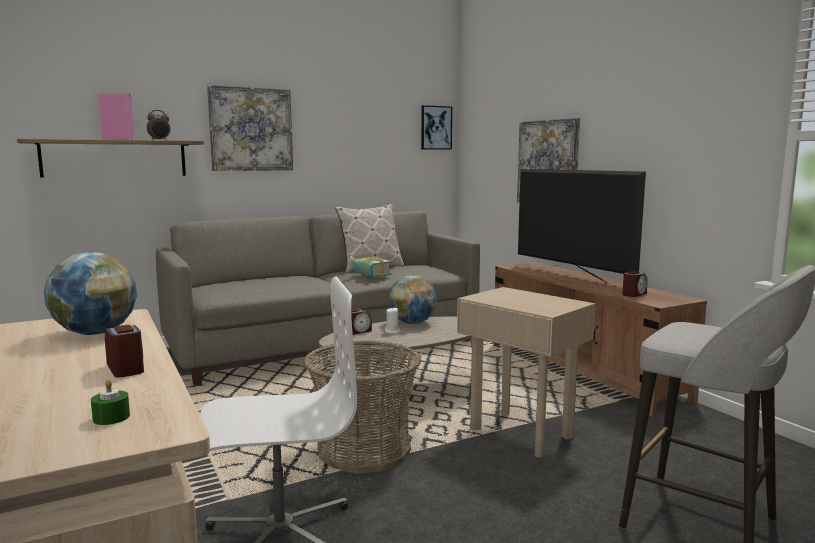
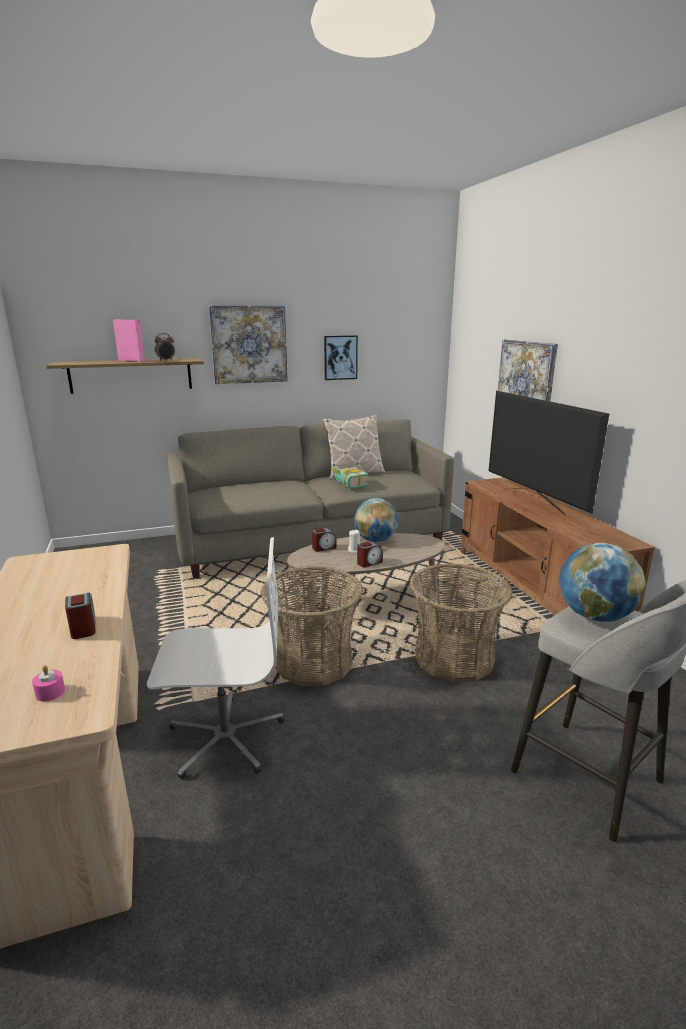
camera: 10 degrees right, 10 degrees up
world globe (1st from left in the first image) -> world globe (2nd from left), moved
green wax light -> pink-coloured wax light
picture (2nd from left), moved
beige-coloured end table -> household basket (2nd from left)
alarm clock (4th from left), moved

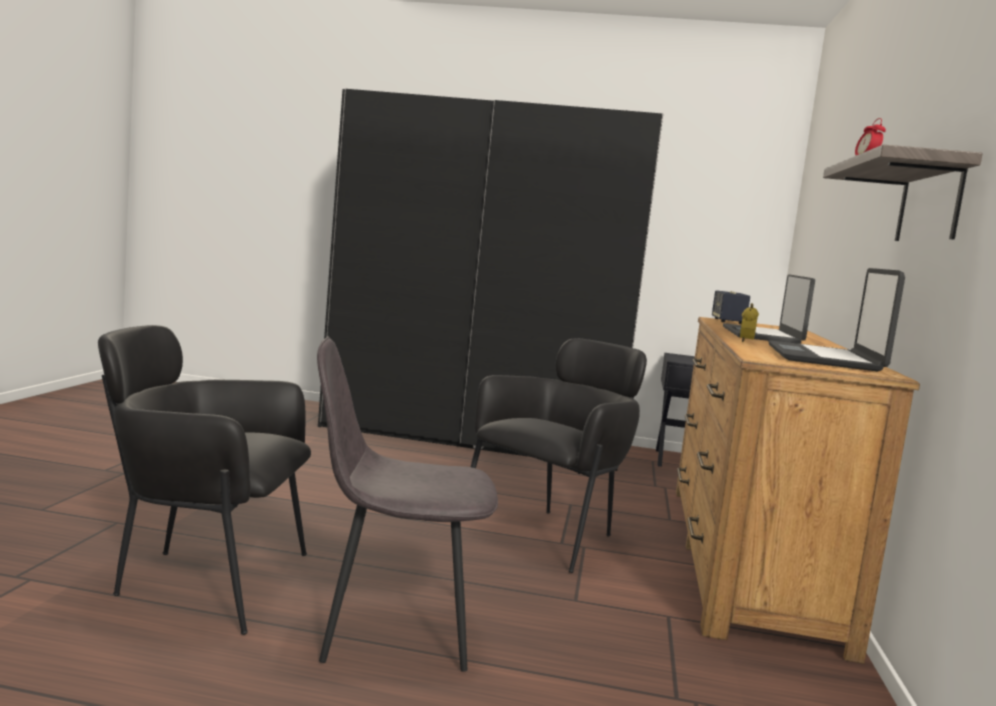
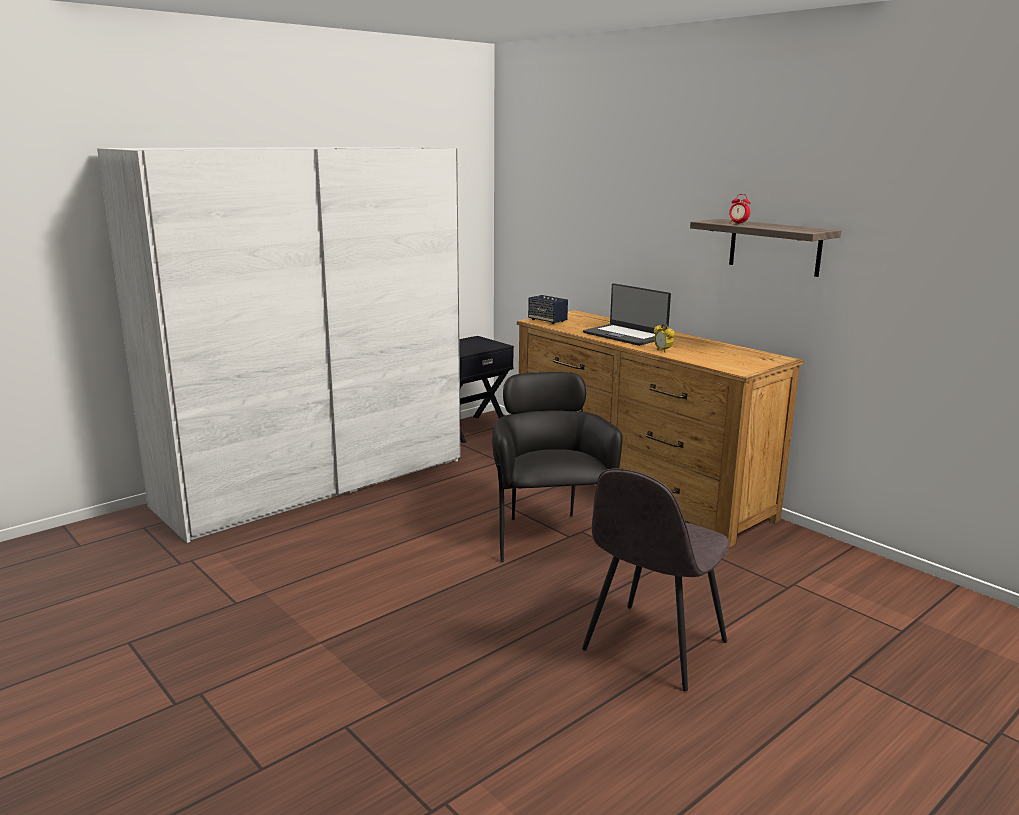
camera: 50 degrees left, 10 degrees up
black-coloured easy chair (1st from left) -> none
black-coloured wardrobe -> whitish wardrobe
portable computer (2nd from left) -> none

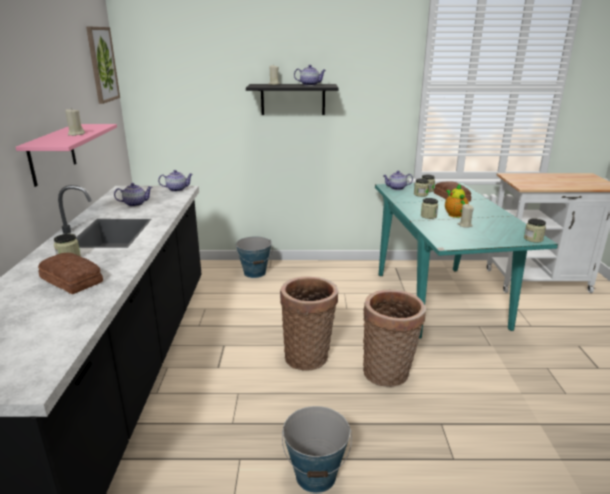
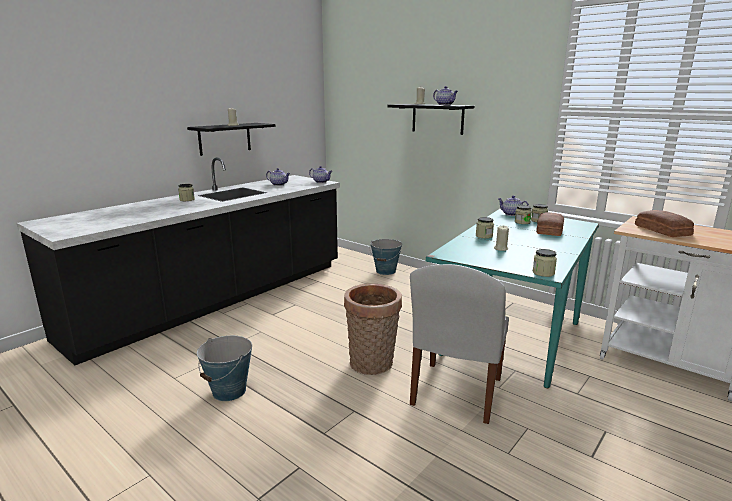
camera: 40 degrees right, 5 degrees down
pink-coloured wall shelf -> black-coloured wall shelf (1st from left)
bread (1st from left in the first image) -> bread (2nd from left), moved
picture -> none
household basket (1st from left) -> none
tea pot (5th from left) -> none
none -> whitish chair

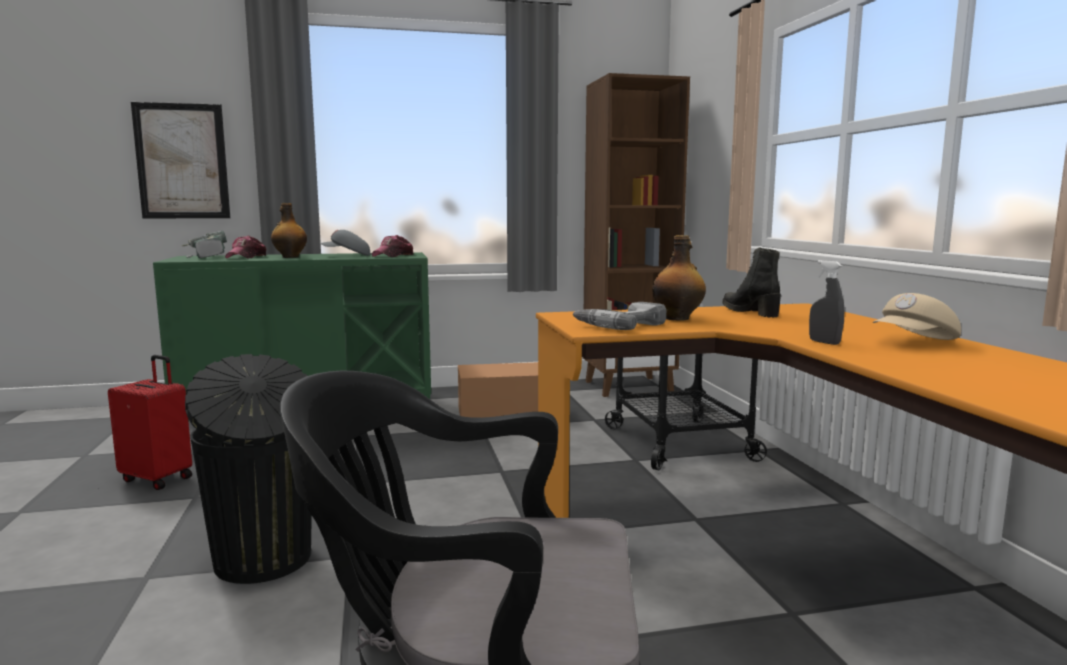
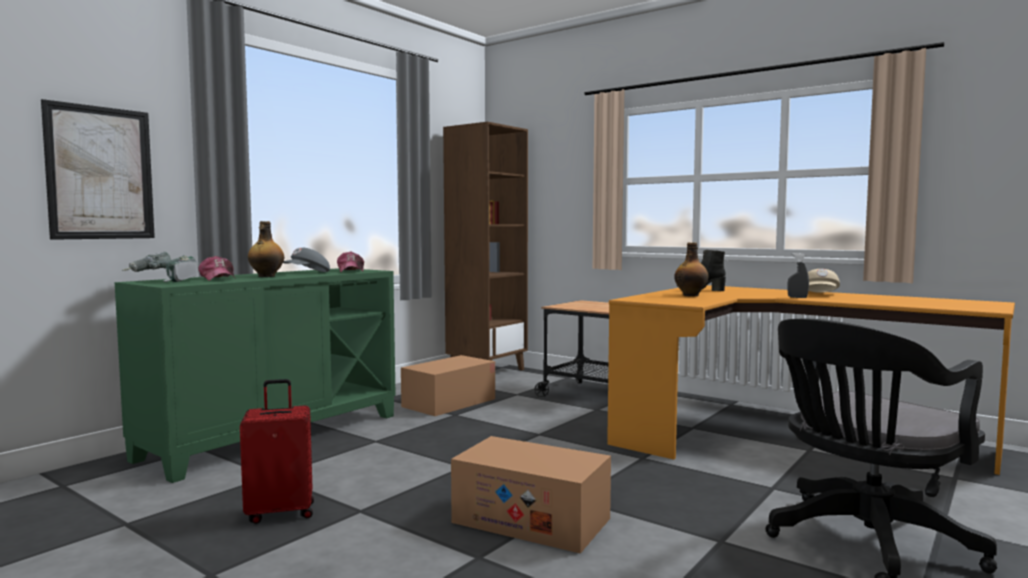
camera: 40 degrees left, 5 degrees down
black-coloured trash can -> carton (2nd from left)
electric drill (2nd from left) -> none

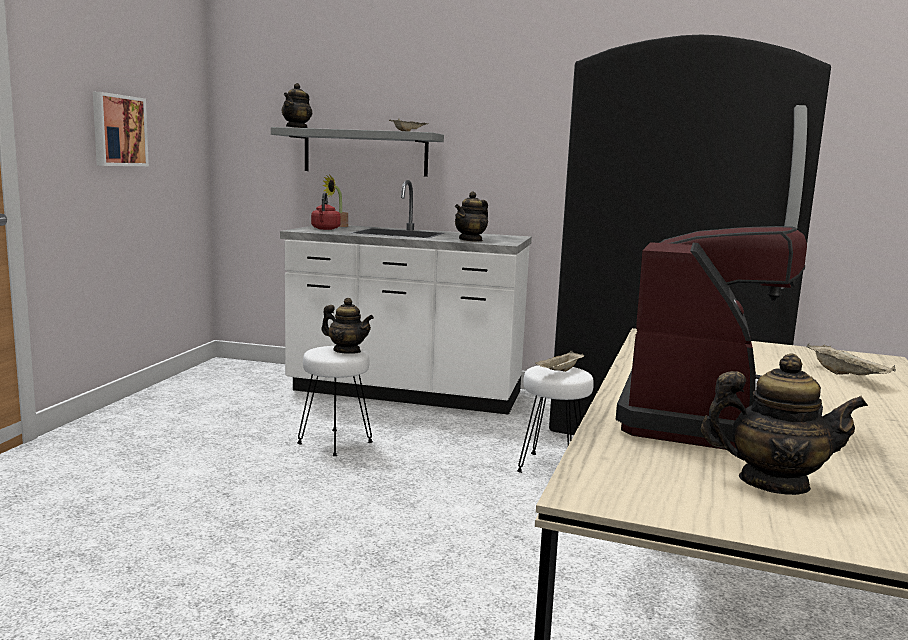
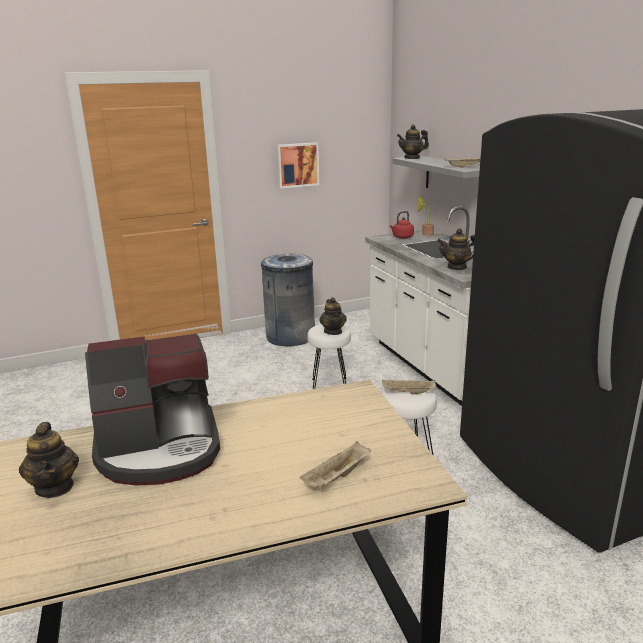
camera: 55 degrees right, 10 degrees up
none -> greyish trash can

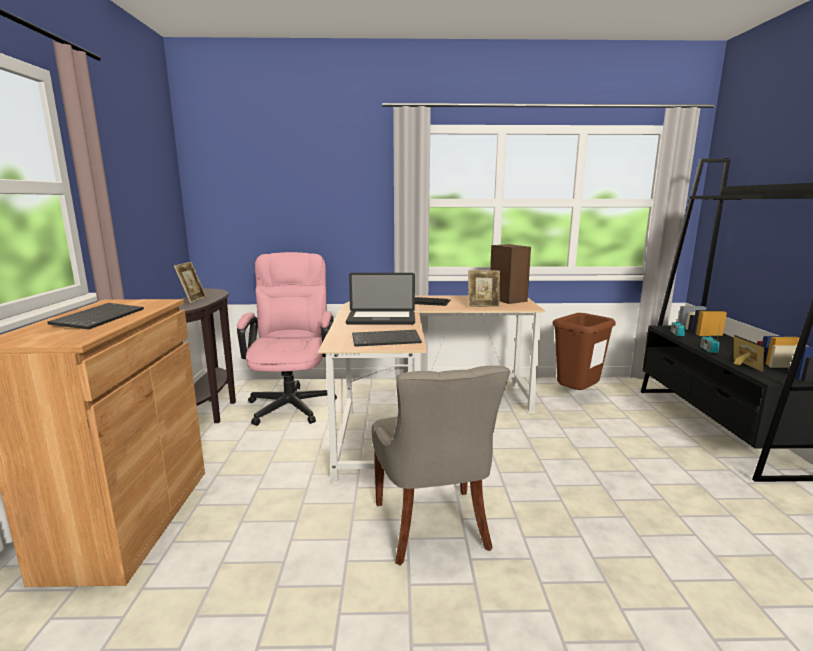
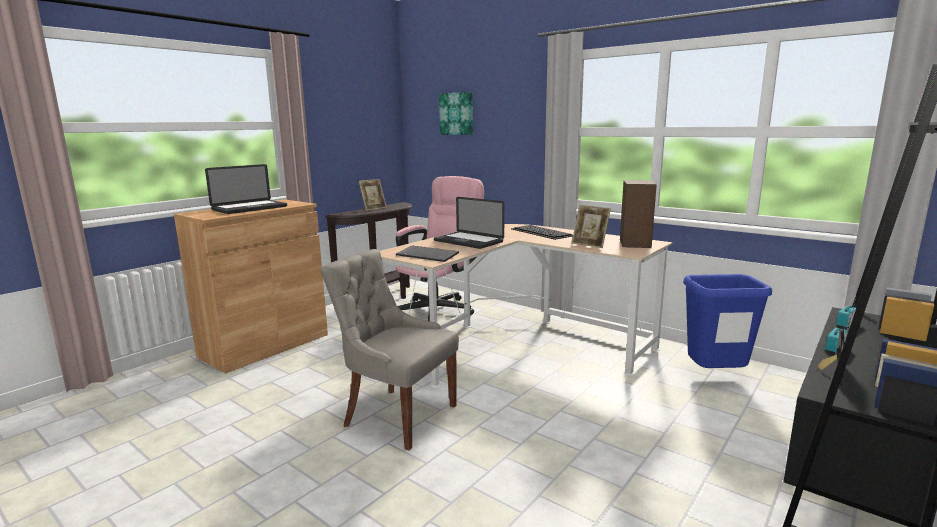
camera: 40 degrees right, 0 degrees up
PC keyboard (1st from left) -> portable computer (1st from left)
greyish chair, 90 degrees clockwise
brown trash can -> blue trash can
none -> picture

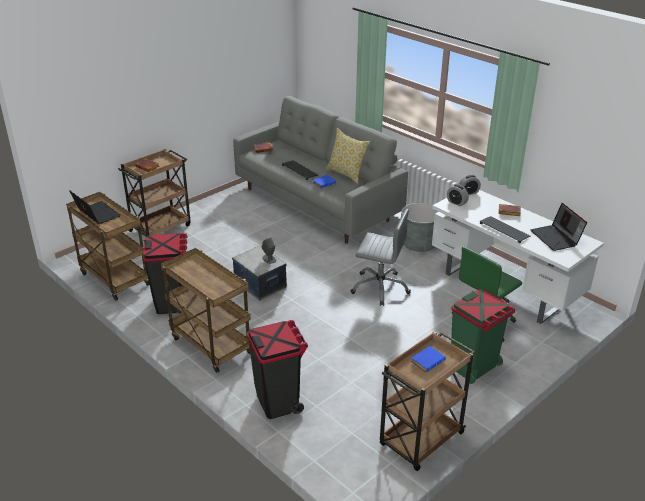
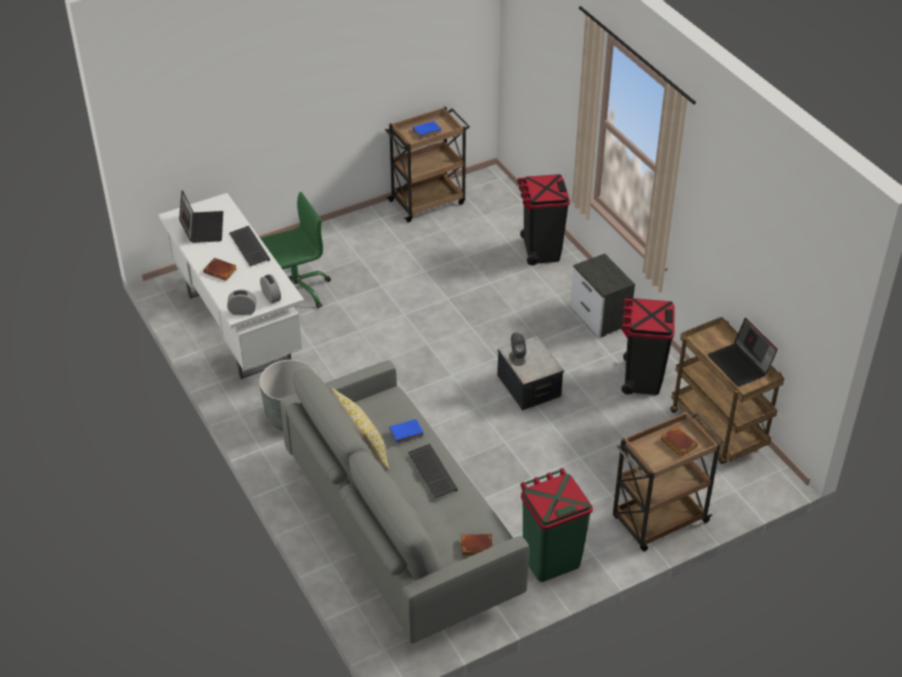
camera: 165 degrees left, 10 degrees up
brown wheeled cart (3rd from left) -> nightstand
greyish office chair -> none
green trash can, moved

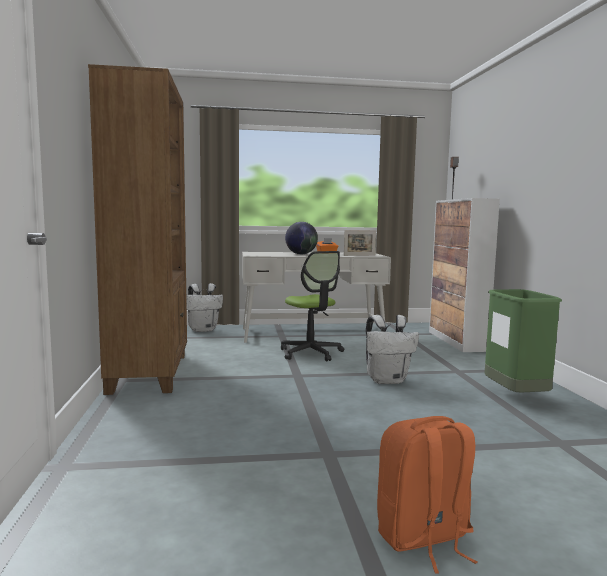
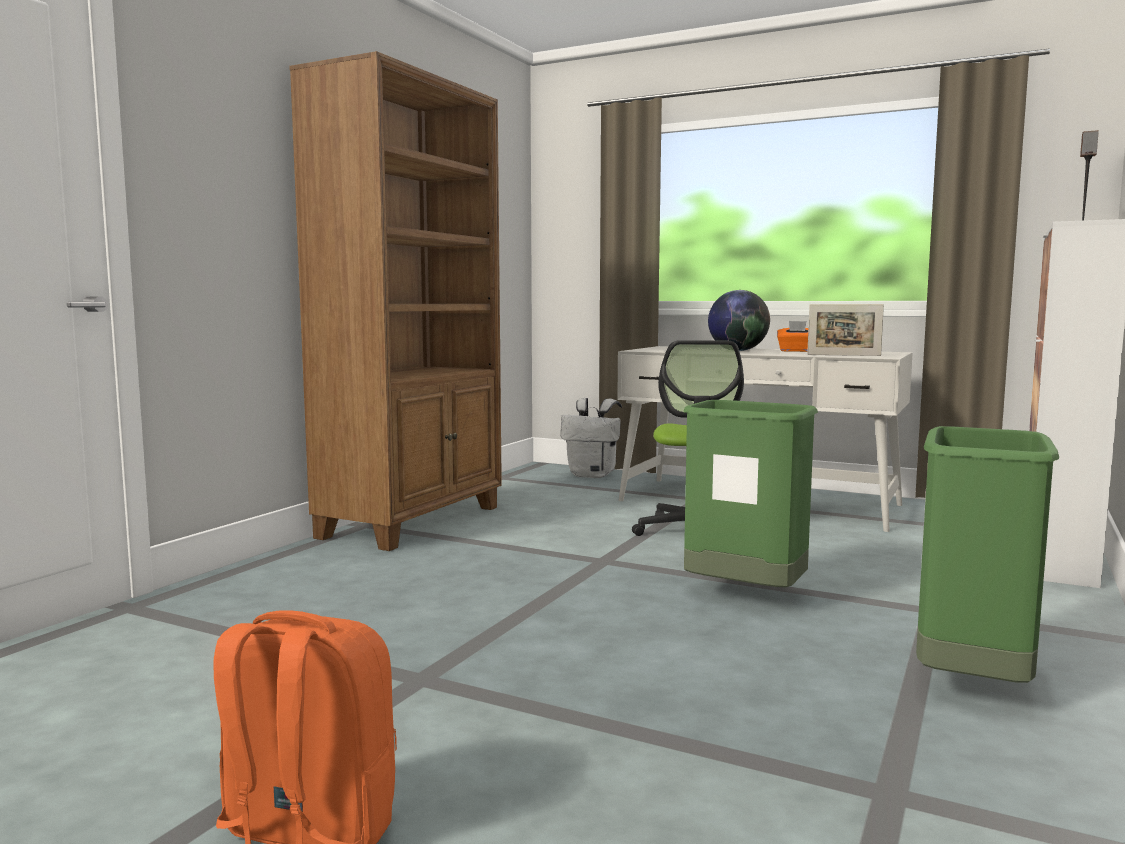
camera: 35 degrees right, 0 degrees up
whitish rucksack (2nd from left) -> green trash can (1st from left)

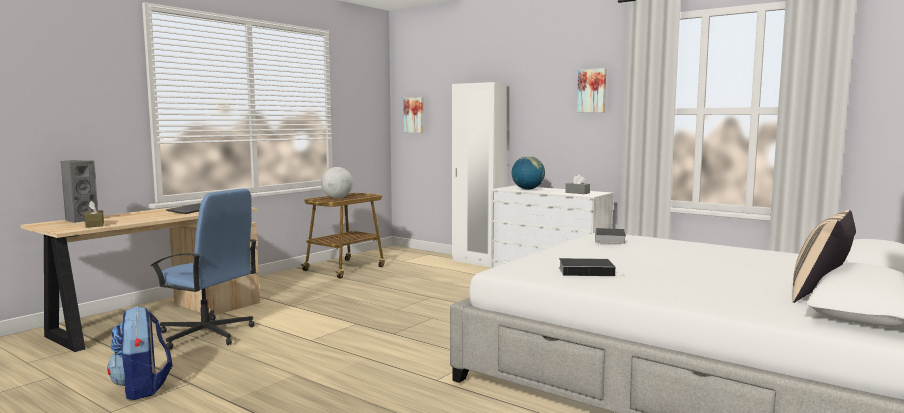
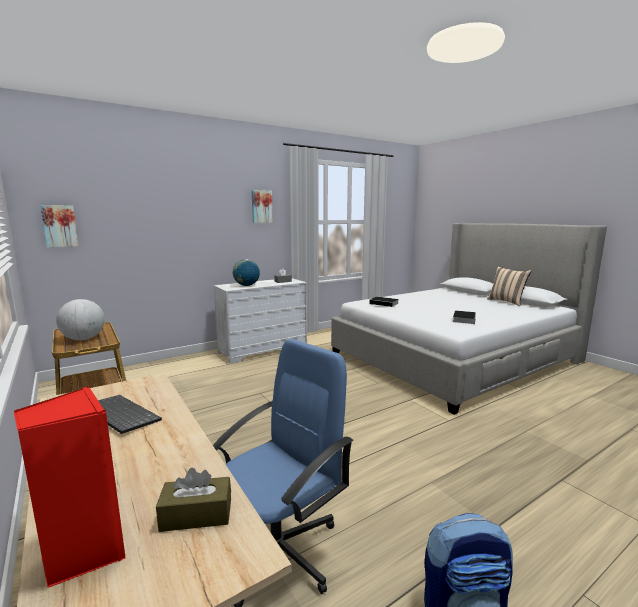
camera: 70 degrees left, 5 degrees up
greyish loudspeaker -> red-coloured loudspeaker
whitish wardrobe -> none

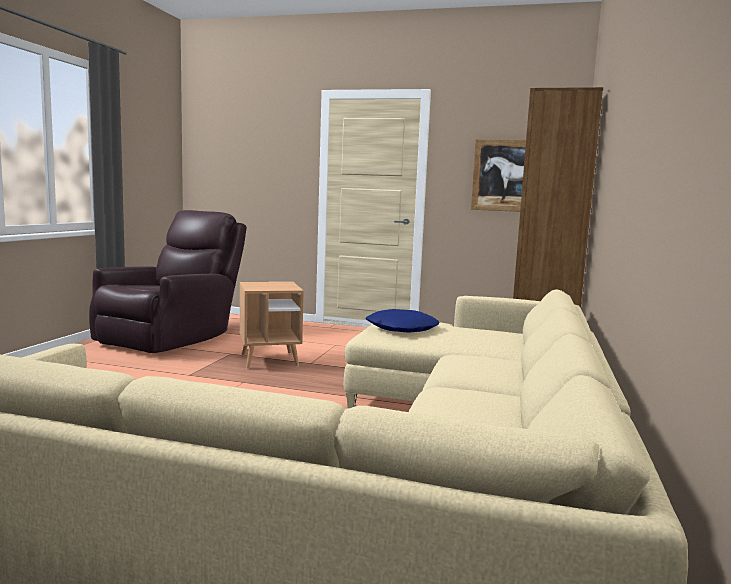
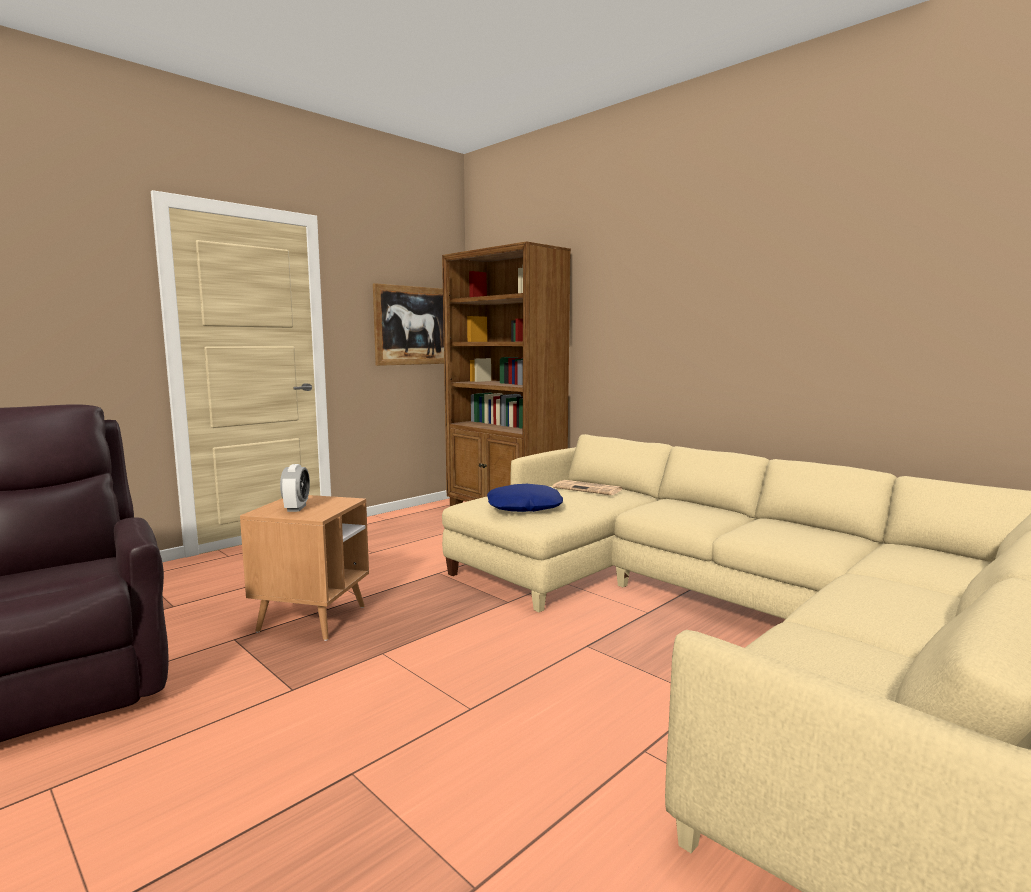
camera: 60 degrees left, 0 degrees up
none -> alarm clock
none -> newspaper

